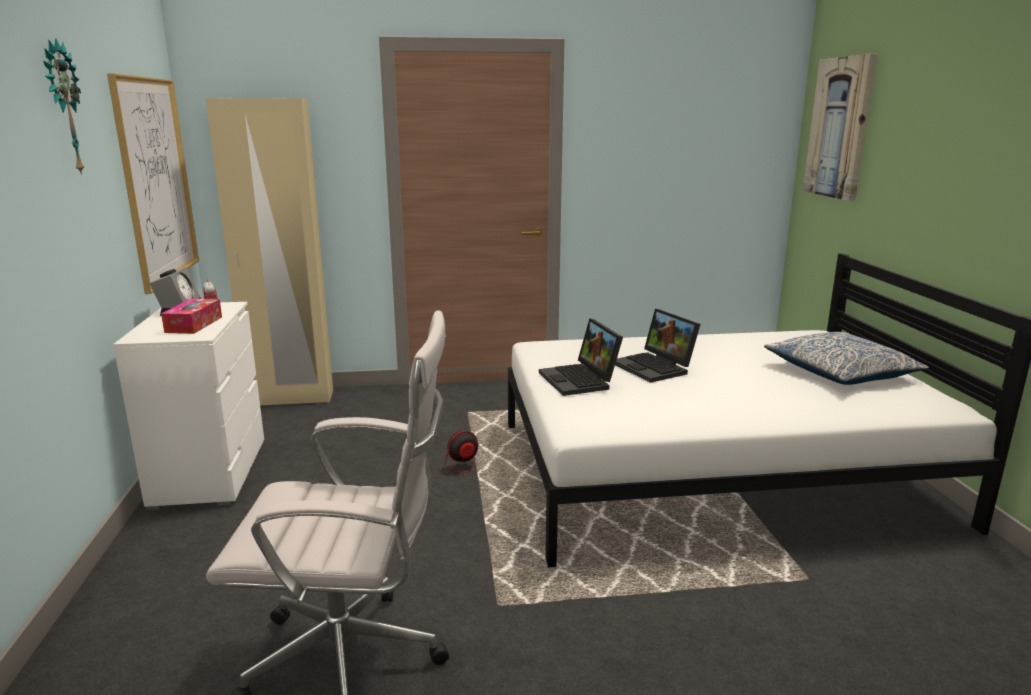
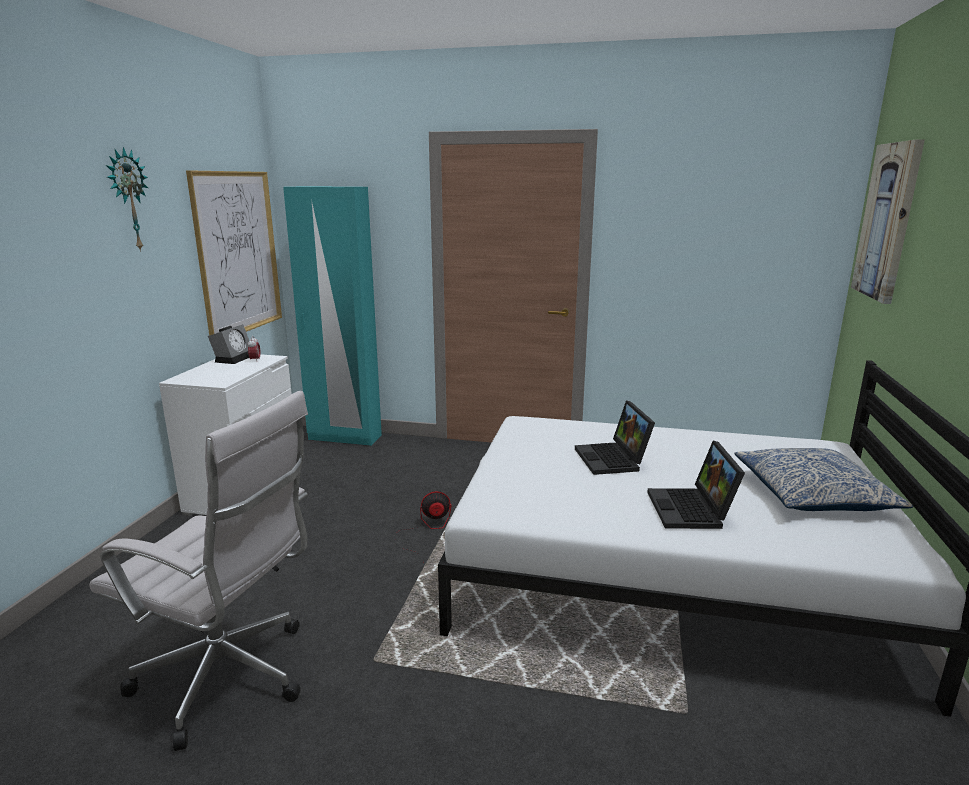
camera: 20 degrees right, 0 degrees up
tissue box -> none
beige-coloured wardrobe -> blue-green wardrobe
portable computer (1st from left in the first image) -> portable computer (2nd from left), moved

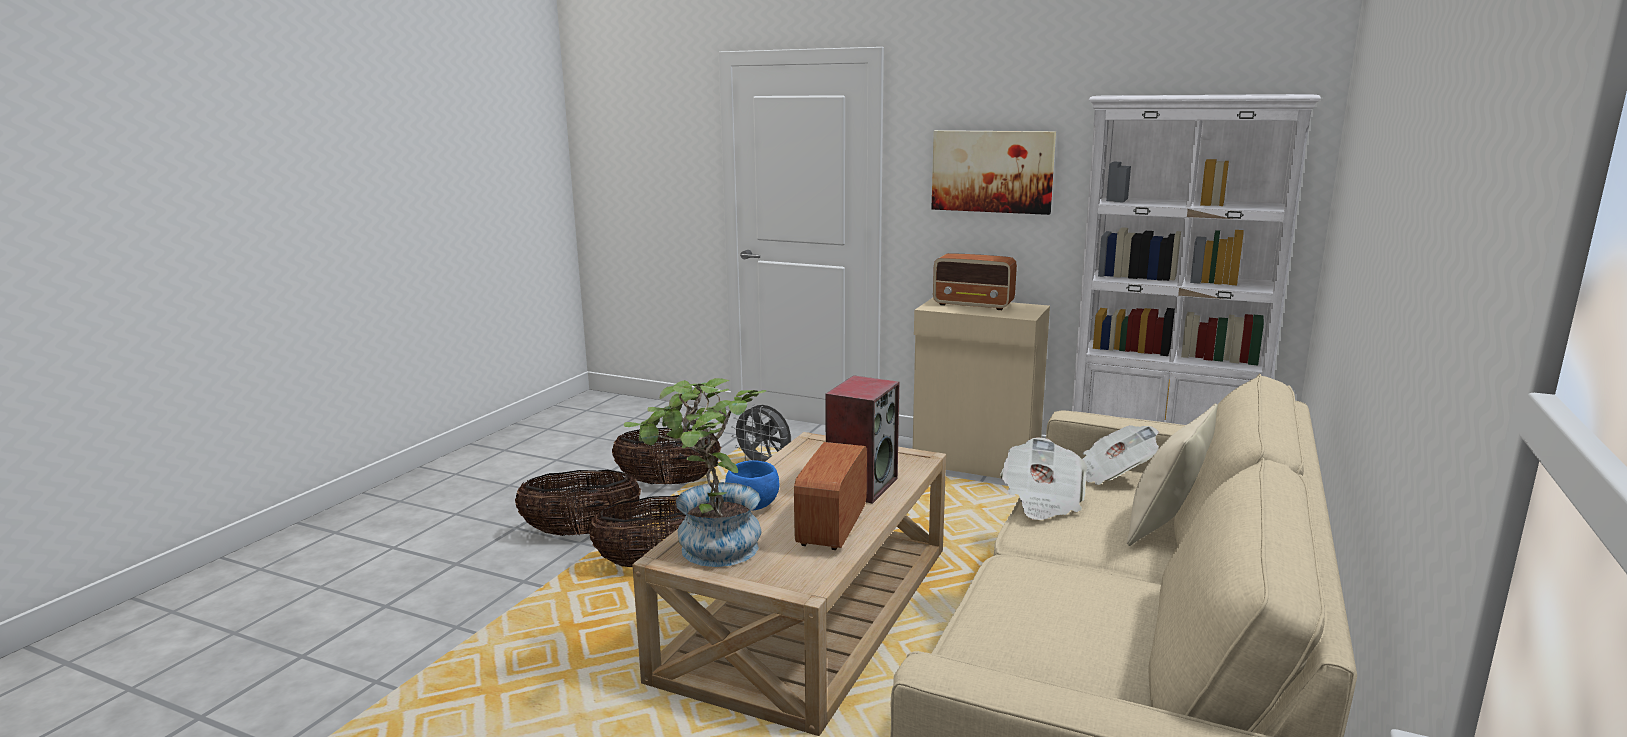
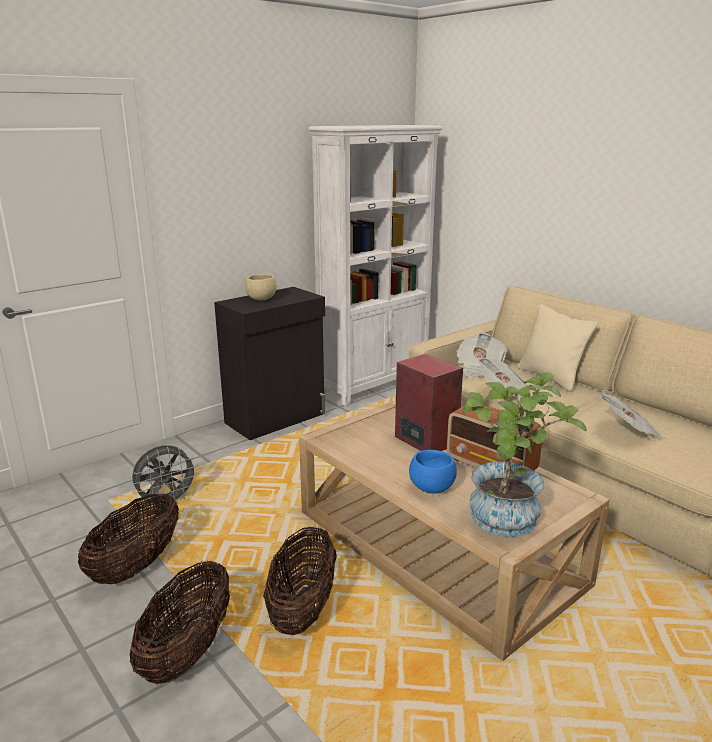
camera: 65 degrees left, 5 degrees up
beige-coloured cabinet -> black-coloured cabinet
picture -> none
radio receiver (2nd from left) -> beige-coloured bowl
none -> newspaper (3rd from left)

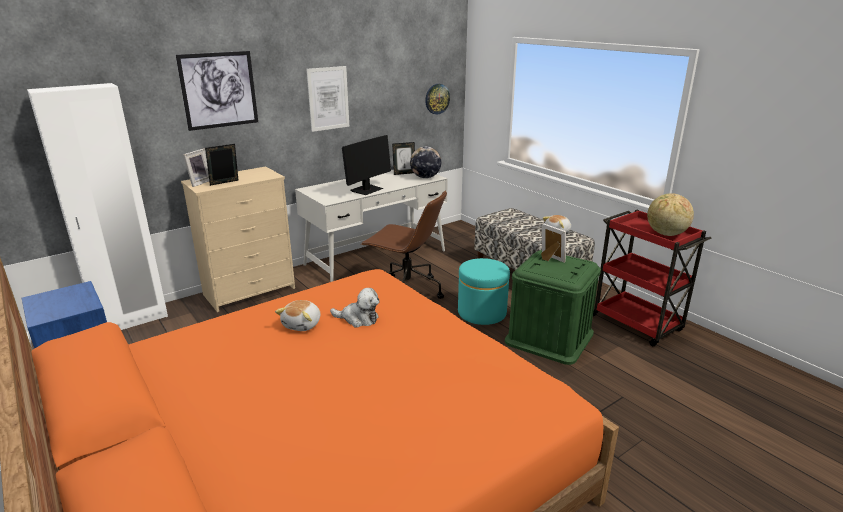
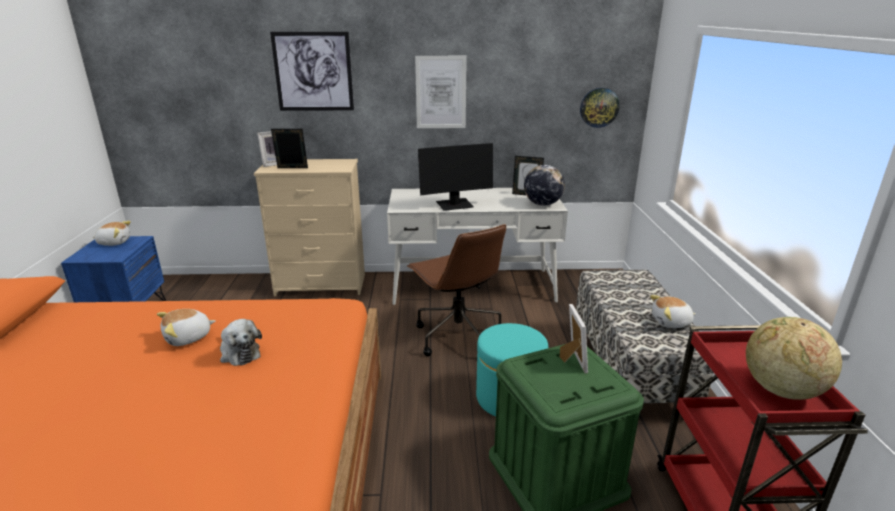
camera: 35 degrees right, 0 degrees up
whitish wardrobe -> none
none -> soft toy (1st from left)

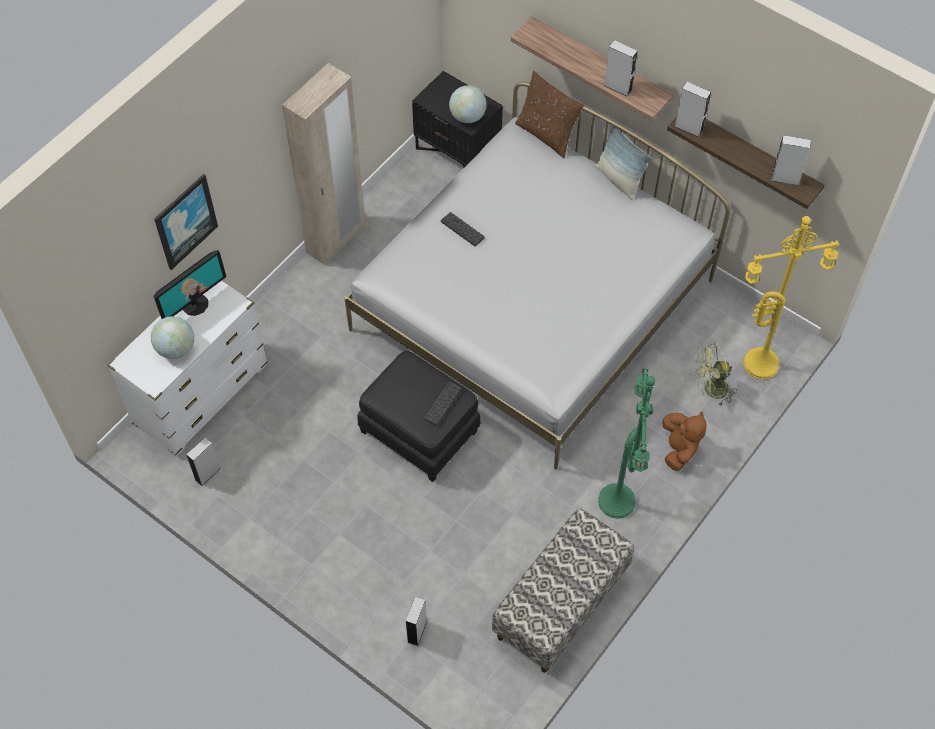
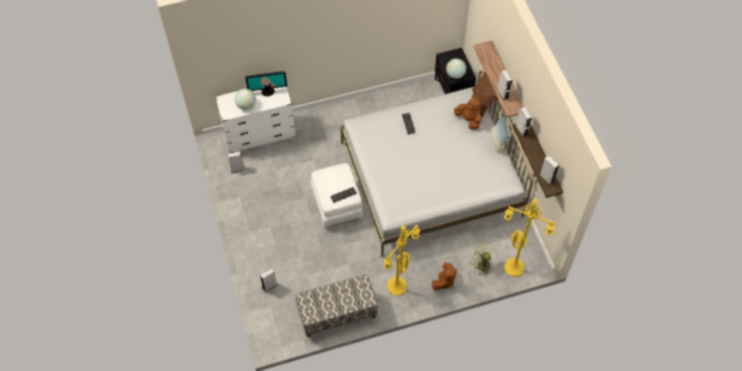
camera: 35 degrees right, 0 degrees up
picture -> none
beige-coloured wardrobe -> none
black-coloured ottoman -> whitish ottoman
green standing lamp -> yellow-coloured standing lamp (1st from left)
none -> brown soft toy (2nd from left)

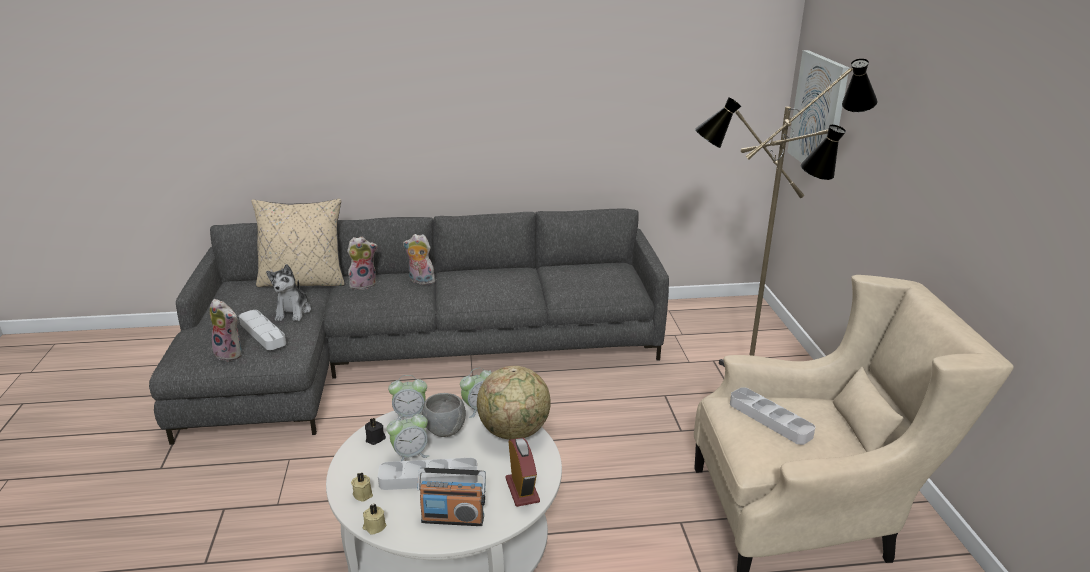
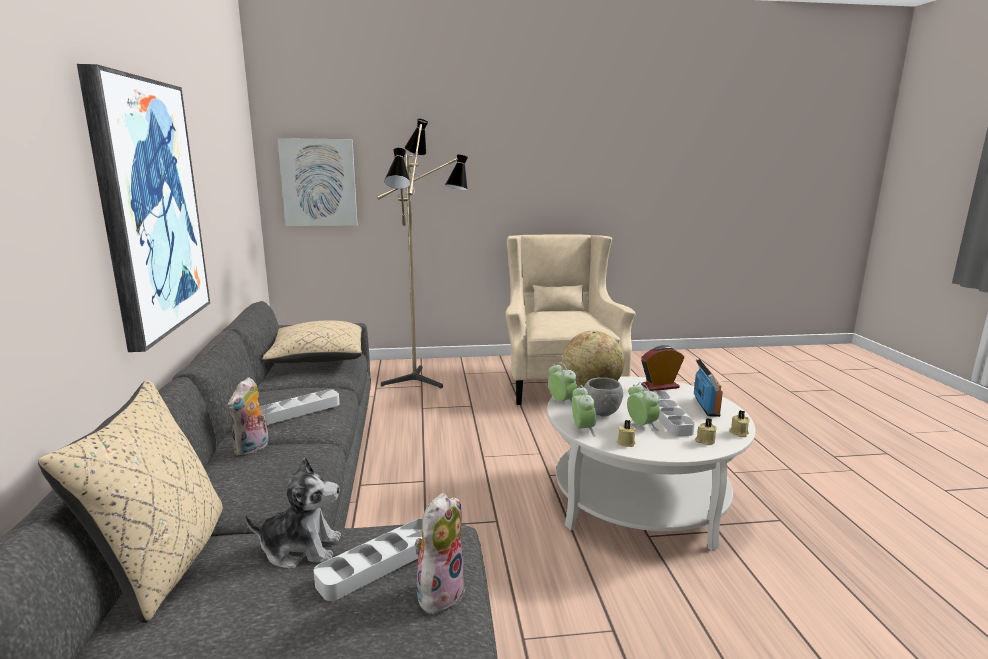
camera: 90 degrees left, 10 degrees down
soft toy (3rd from left) -> none
black-coloured wax light -> beige-coloured wax light (1st from left)
greyish serving tray (3rd from left in the first image) -> greyish serving tray (1st from left), moved
none -> picture (1st from left)
none -> beige-coloured throw pillow (2nd from left)

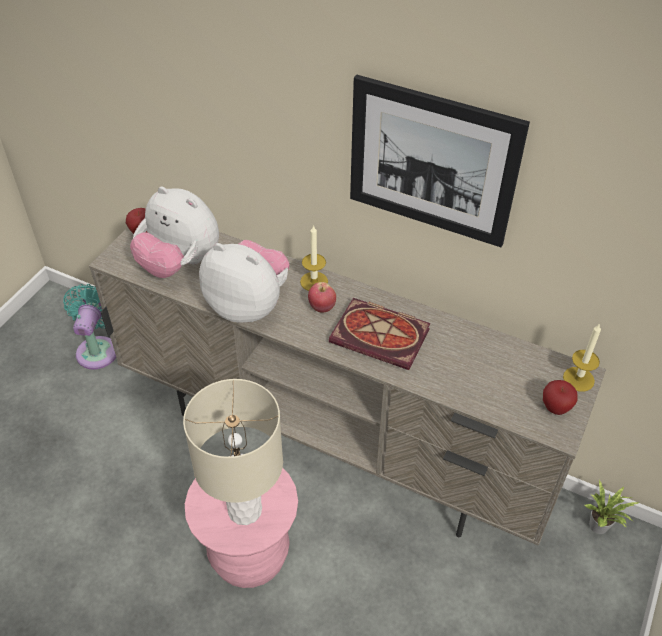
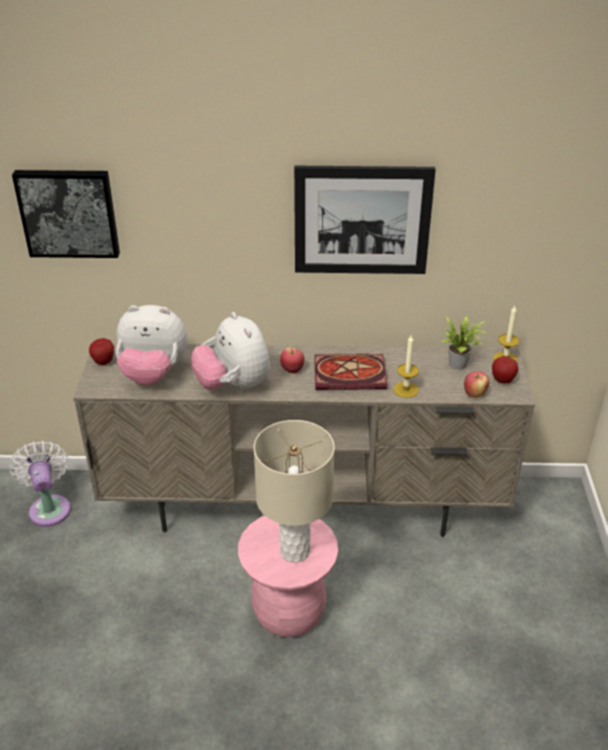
camera: 25 degrees left, 10 degrees down
blue-green fan -> whitish fan
soft toy (2nd from left), 120 degrees counterclockwise
wax light (1st from left), moved
plant in a pot, moved
none -> picture (1st from left)
none -> apple fruit (3rd from left)

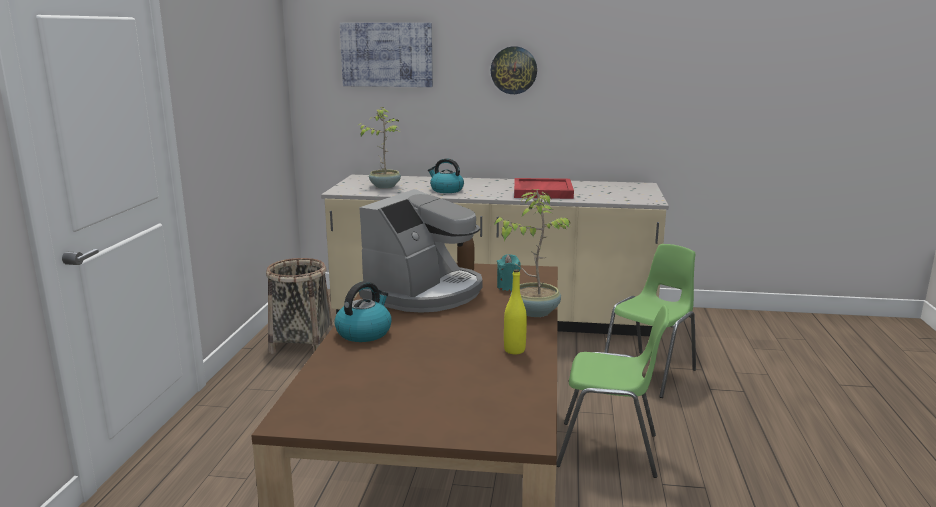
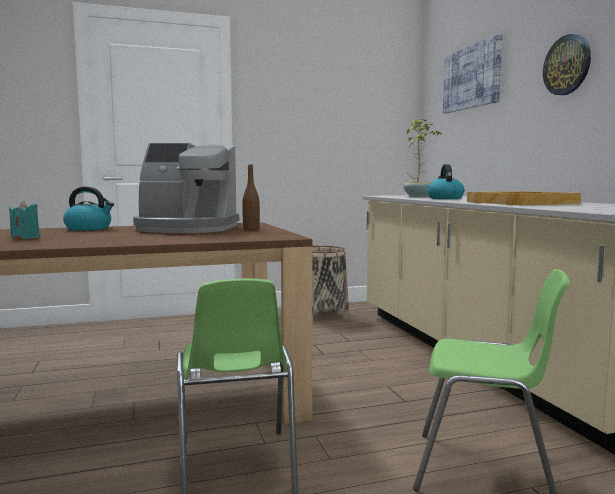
camera: 65 degrees right, 10 degrees down
plant in a pot (2nd from left) -> none
blue-green wax light, moved
yellow-coloured bottle -> none
red-coloured serving tray -> beige-coloured serving tray

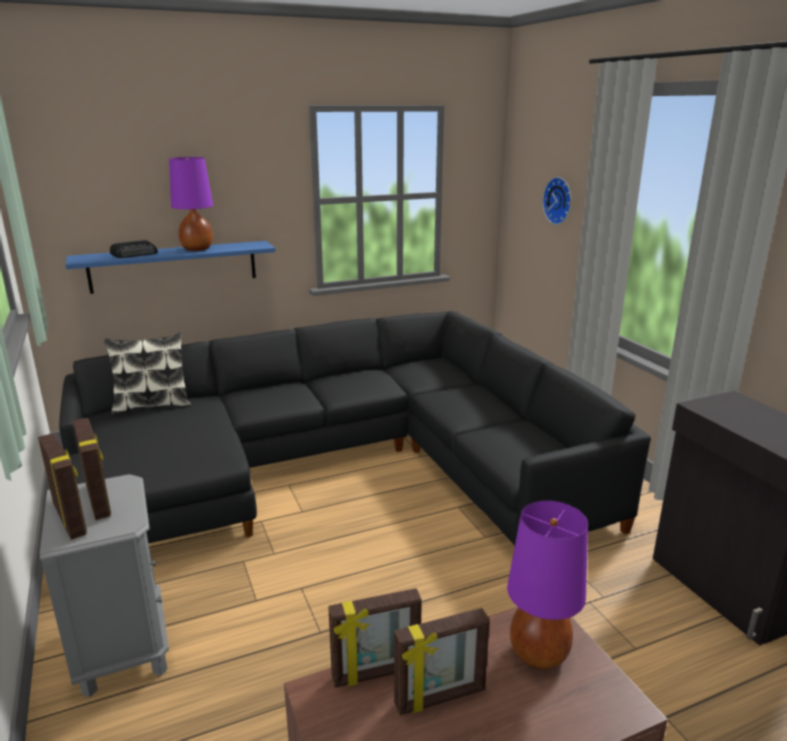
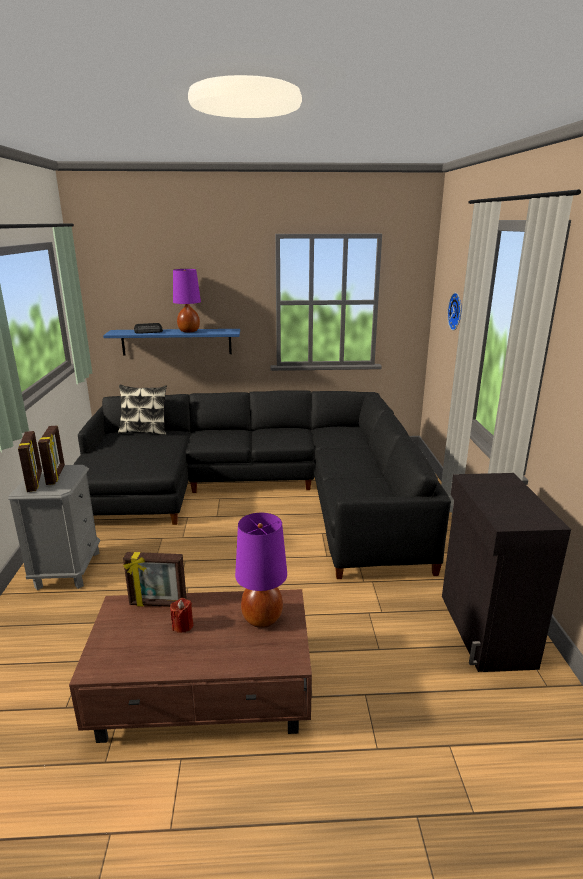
camera: 20 degrees right, 0 degrees up
photo frame (4th from left) -> red-coloured wax light

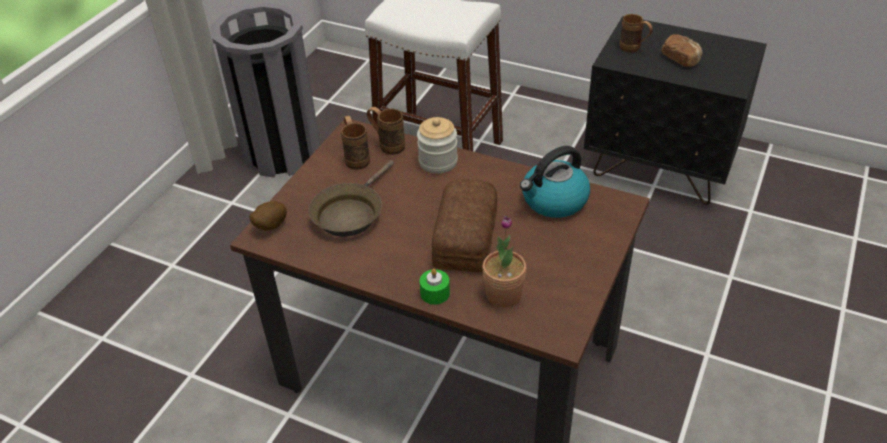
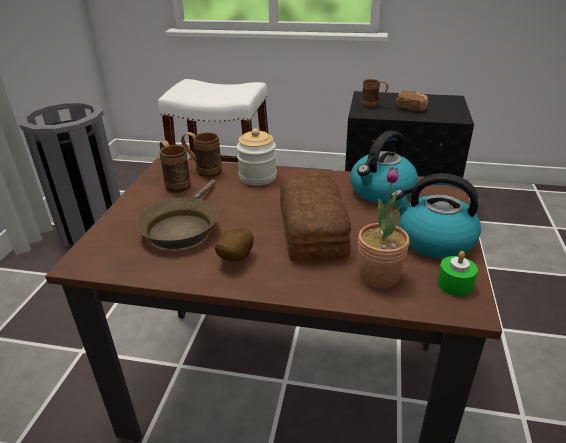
camera: 15 degrees left, 10 degrees down
whole potato, moved
green wax light, moved
none -> kettle (2nd from left)

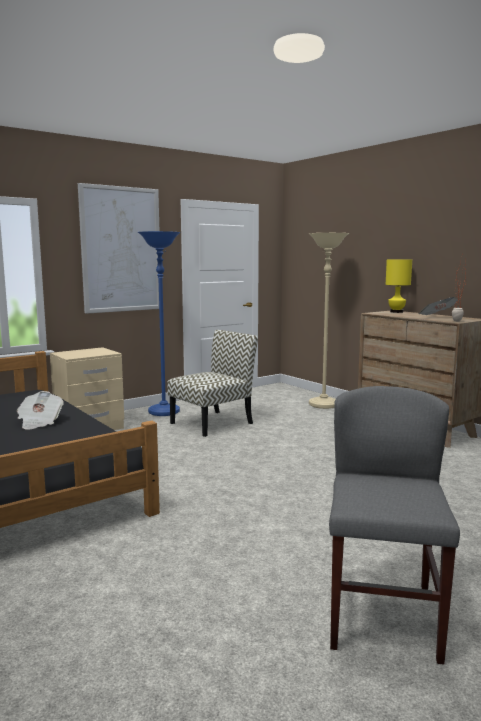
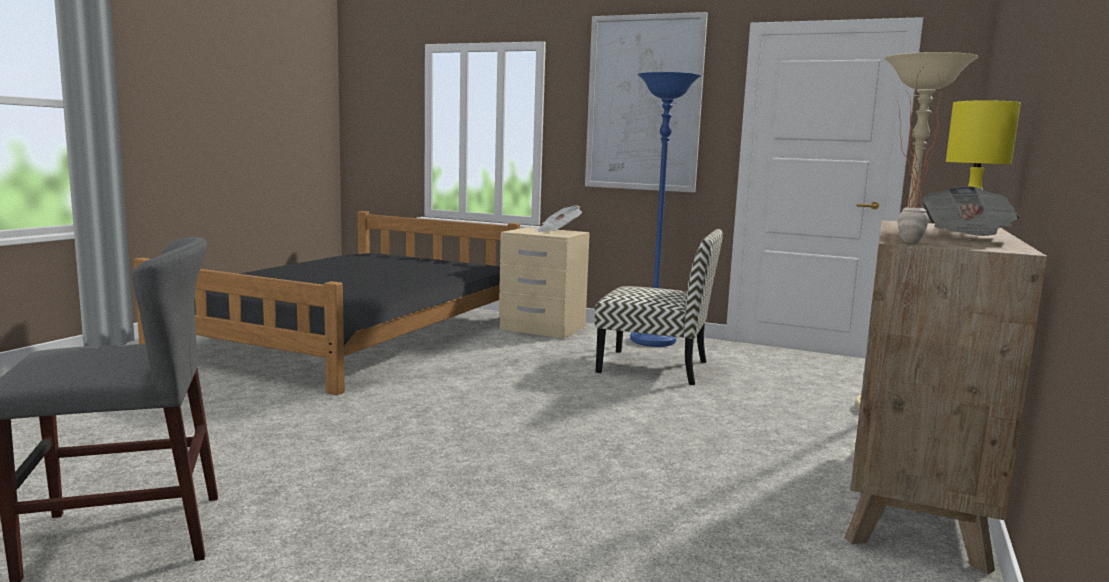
camera: 60 degrees right, 0 degrees up
newspaper (1st from left), moved

